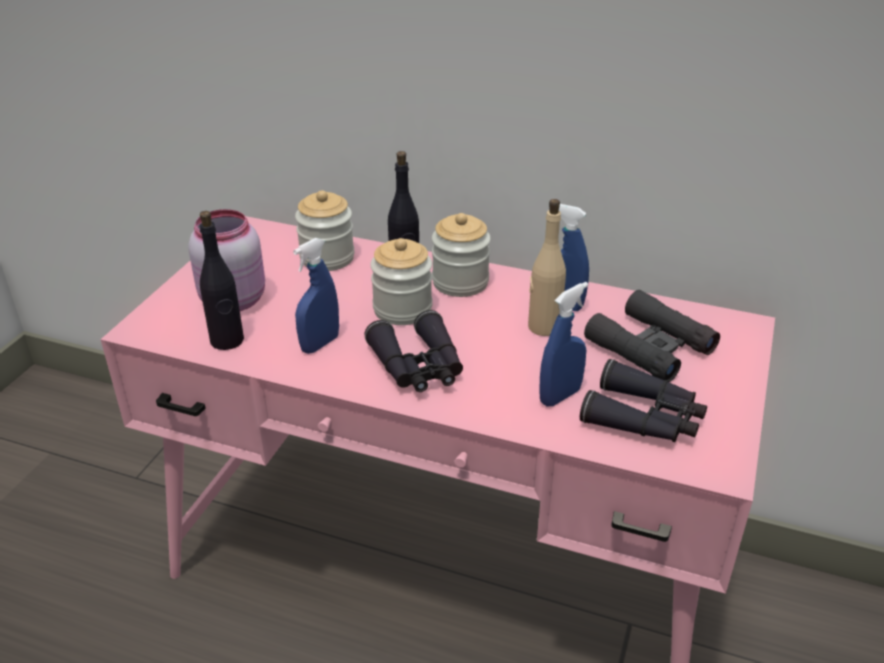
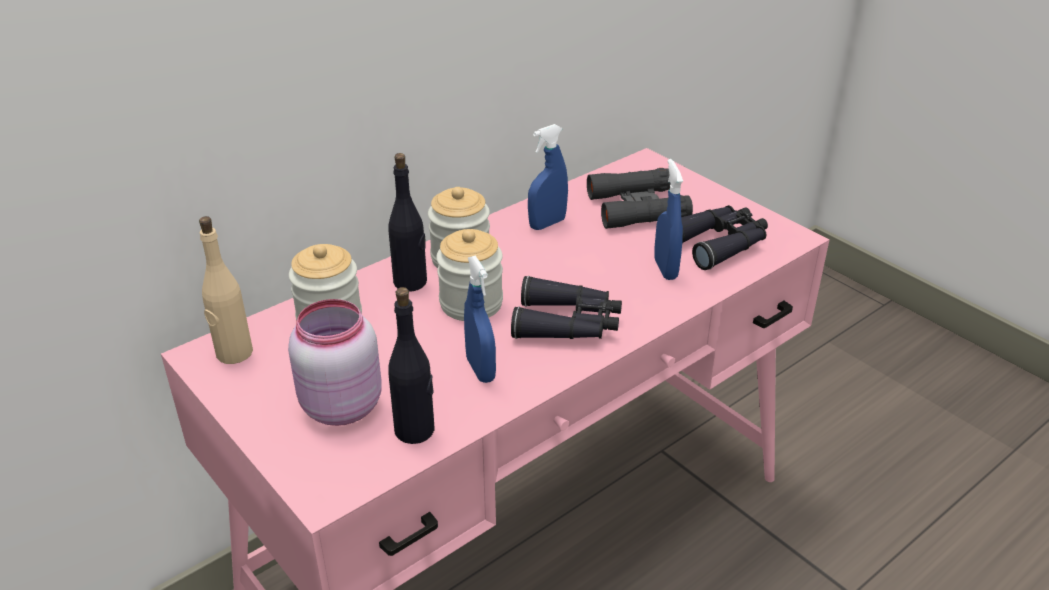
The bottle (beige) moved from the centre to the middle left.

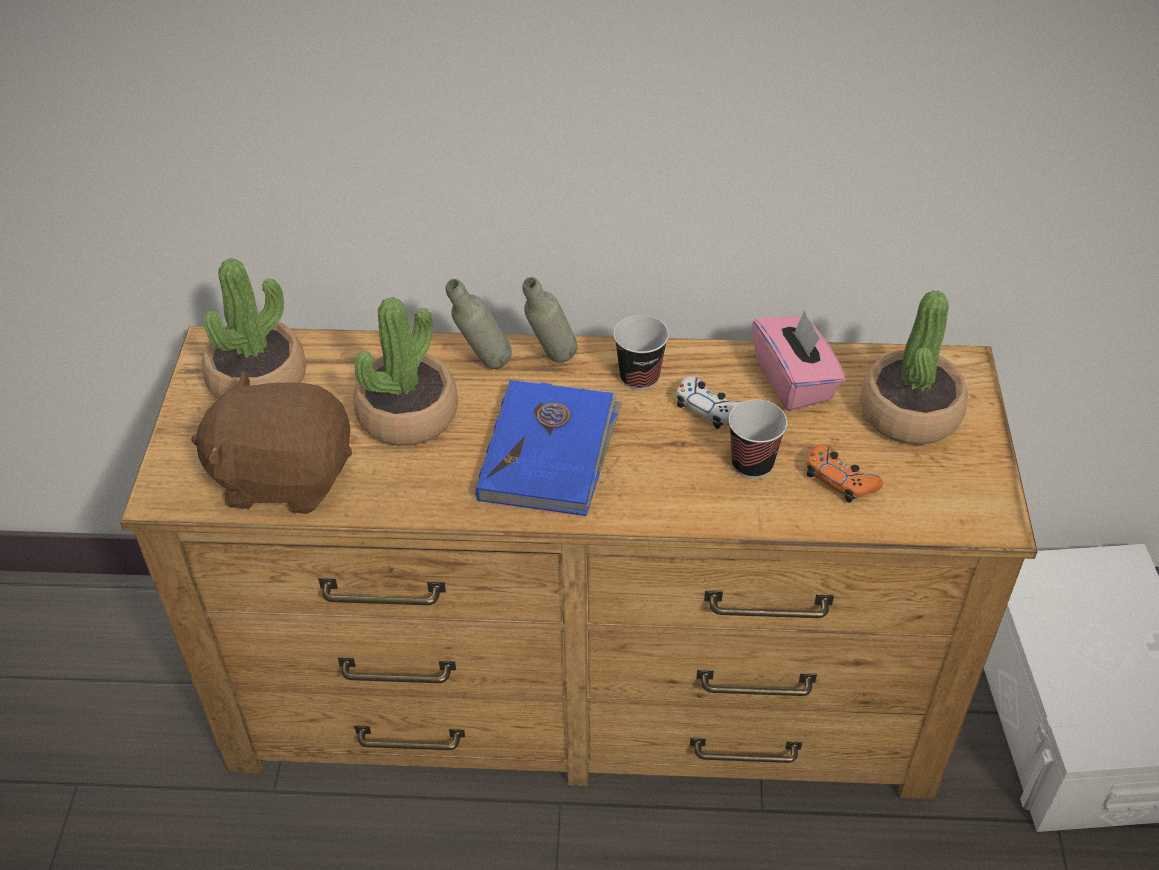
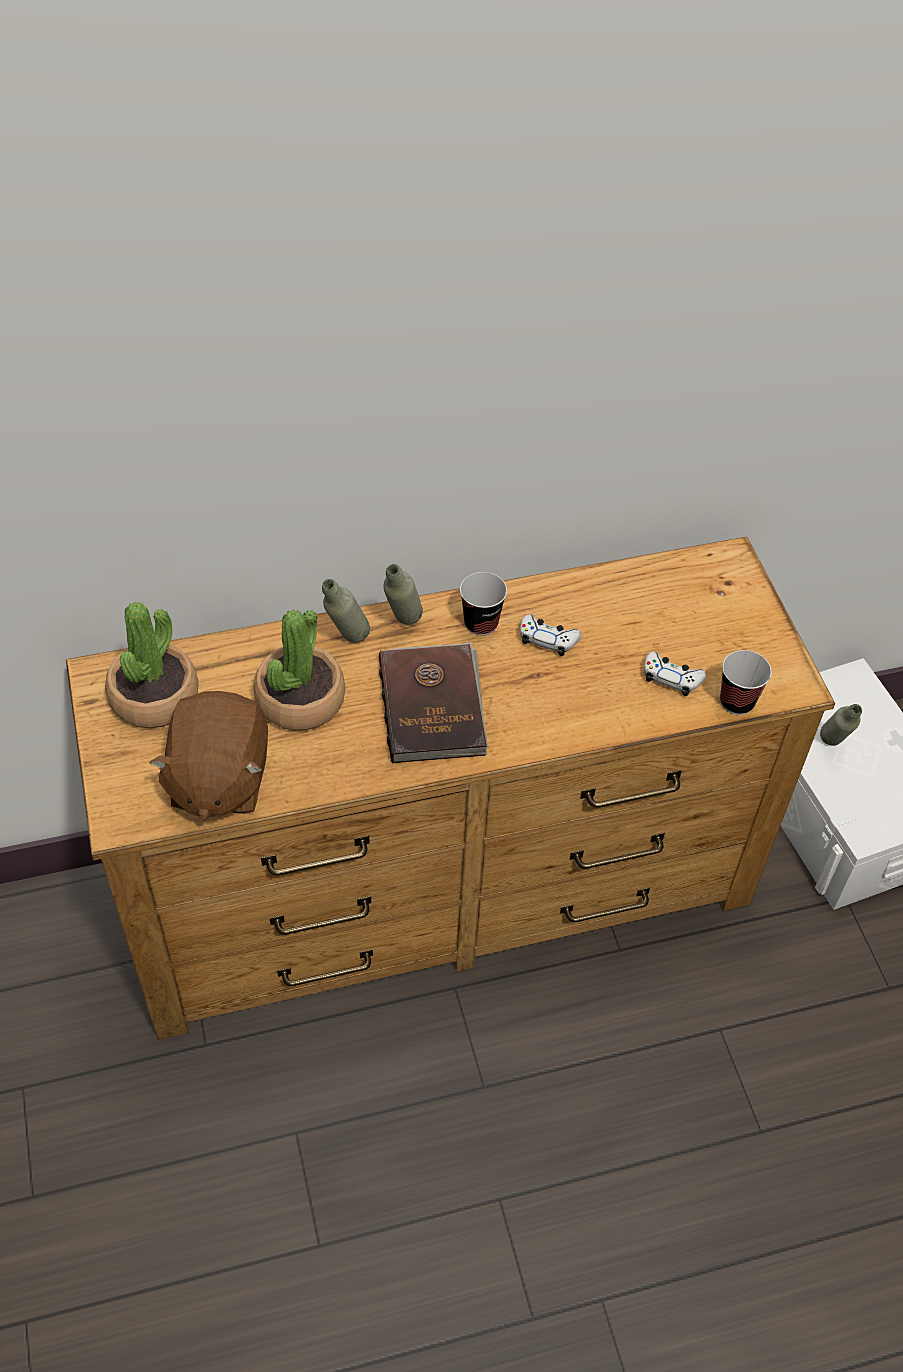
The box of tissues (pink) at the middle right disappeared.
The plant in a pot (no. 3 from left) at the middle right disappeared.
The bottle (grey) (no. 3 from left) at the middle right appeared.
The drinking cup (no. 2 from left) moved from the centre to the middle right.
The book (blue) at the centre became the book (brown-coloured) at the centre.
The gamepad (orange-coloured) at the middle right became the gamepad (whitish) (no. 2 from left) at the middle right.
The soft toy (brown-coloured) at the middle left turned 75 degrees counterclockwise.

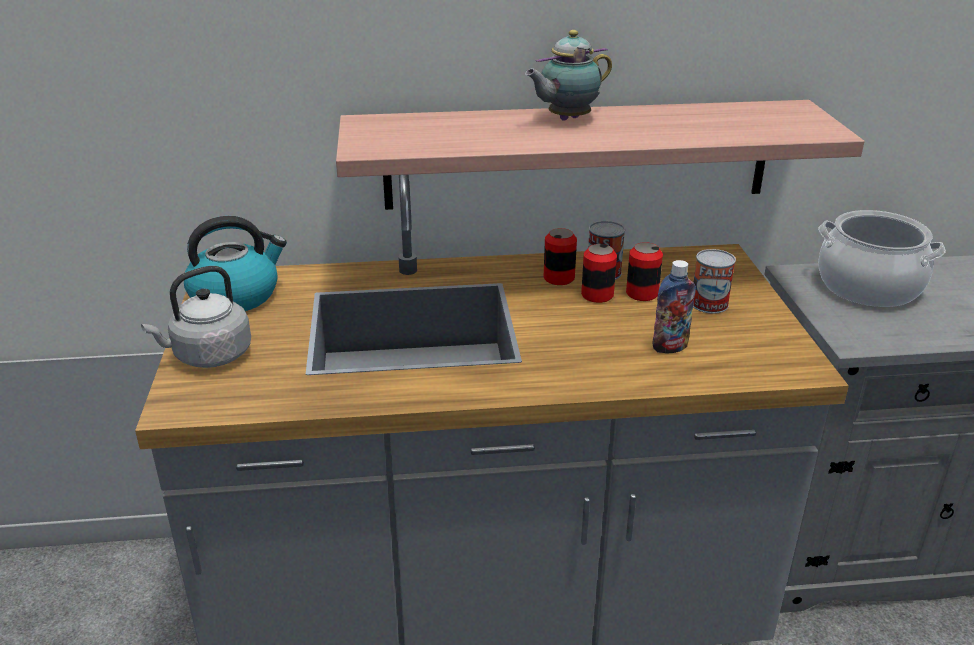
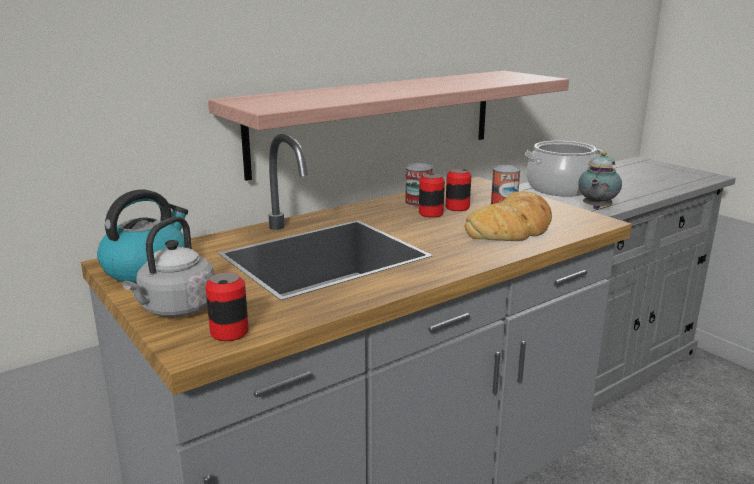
The teapot moved from the top centre to the middle right.
The sealed can (no. 1 from left) moved from the centre to the middle left.
The bottle at the middle right was replaced by the bread at the middle right.

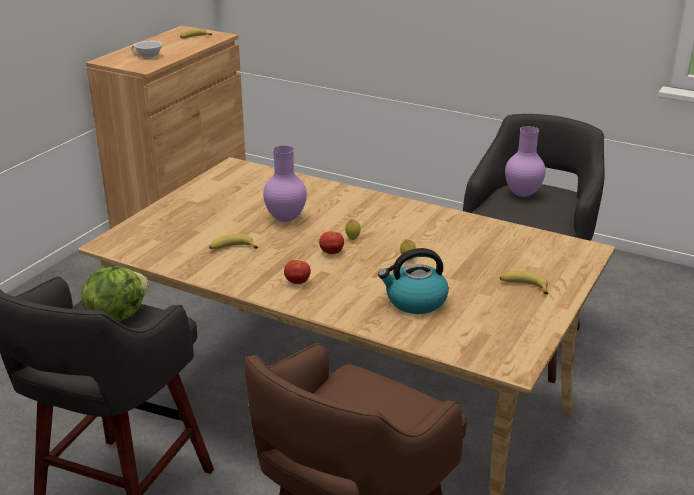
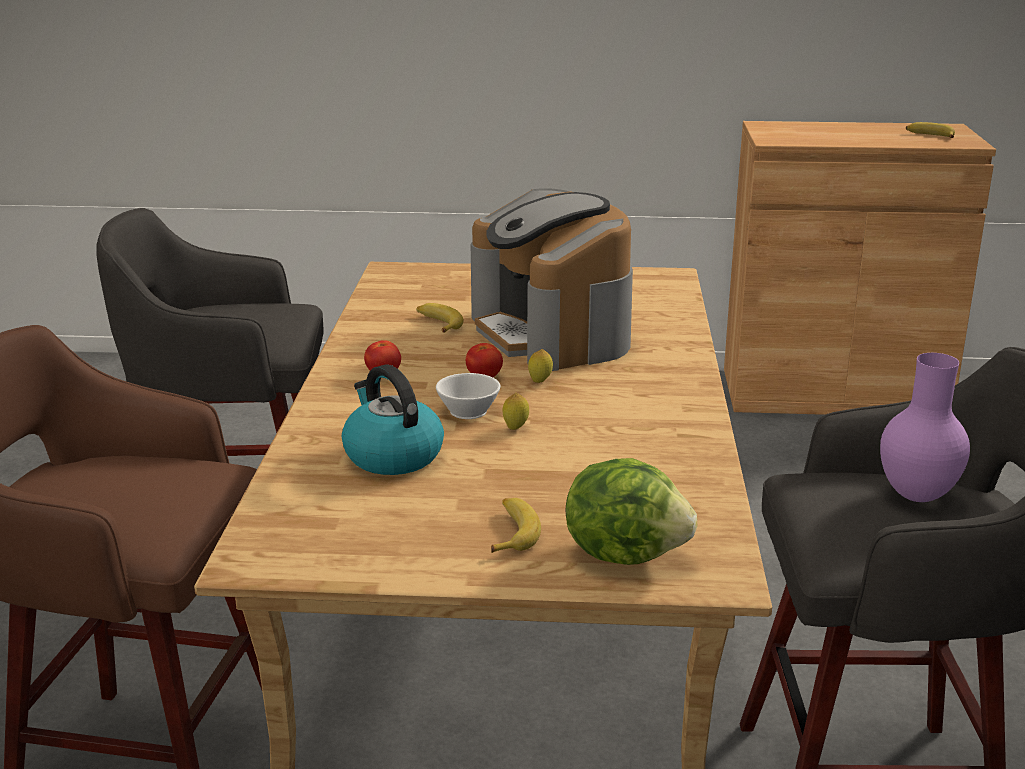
The lettuce head moved from the middle left to the centre.
The drinking cup (whitish) moved from the top left to the centre.
The flower vase (purple-coloured) (no. 1 from left) at the centre was replaced by the coffee machine at the centre.

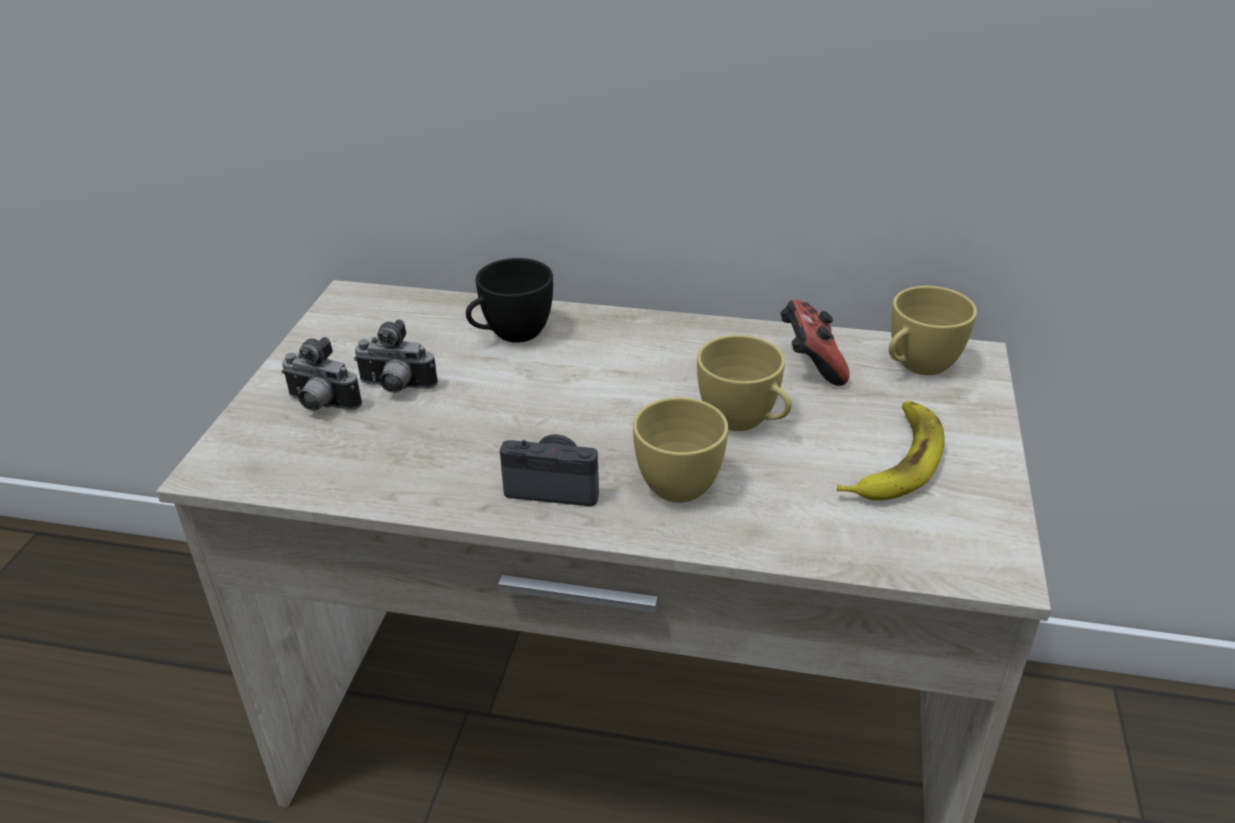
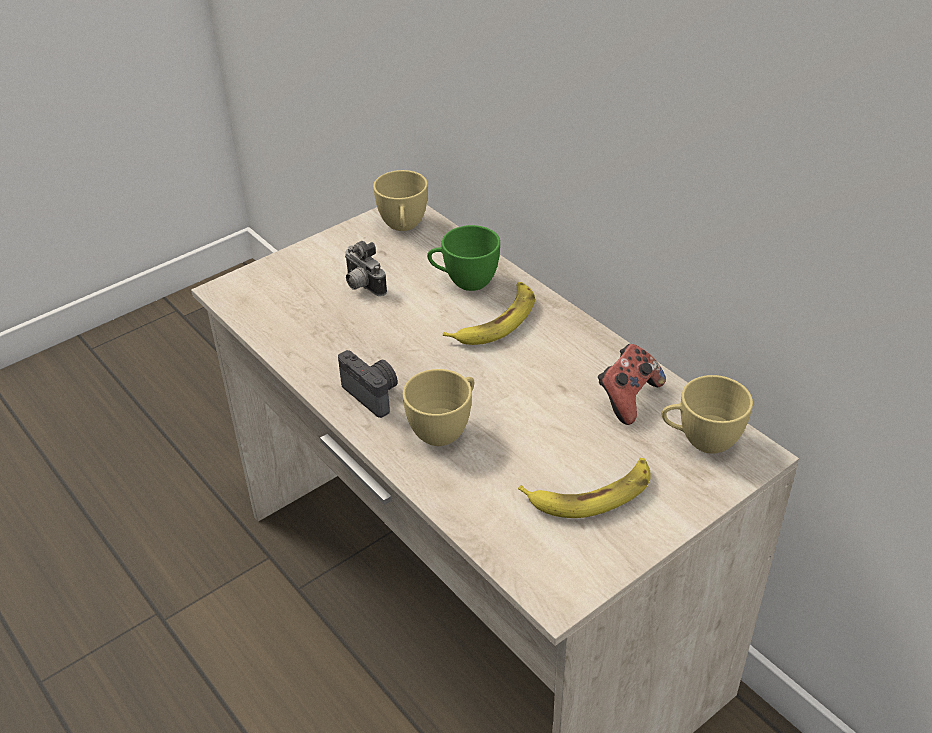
The photo camera (no. 1 from left) at the middle left disappeared.
The banana fruit (no. 1 from left) at the centre appeared.
The drinking cup (yellow-coloured) (no. 2 from left in the first image) moved from the centre to the top centre.
The drinking cup (black-coloured) at the centre became the drinking cup (green-coloured) at the centre.

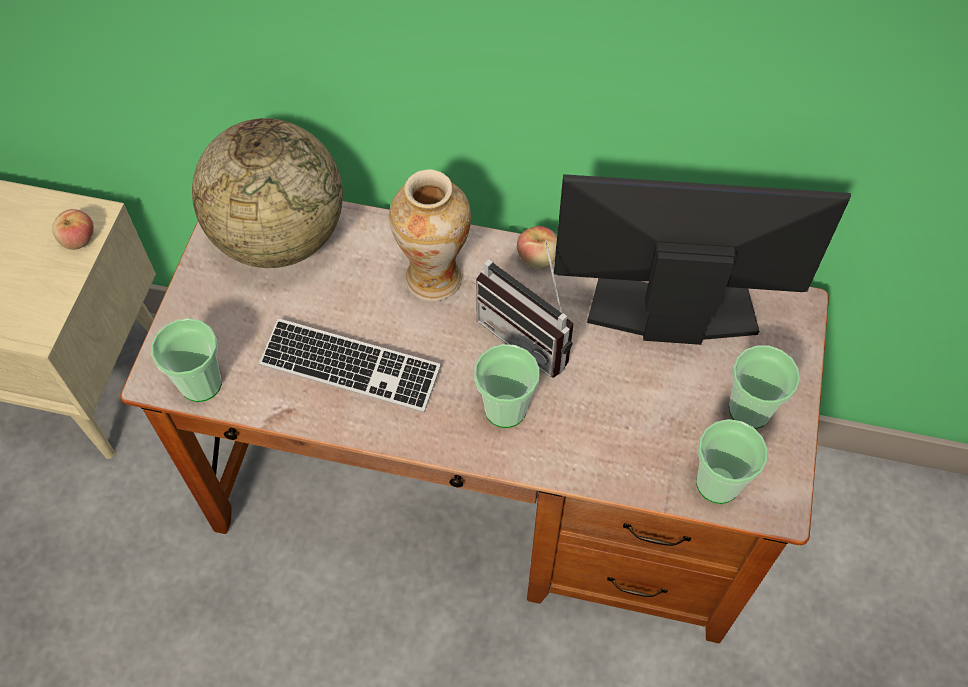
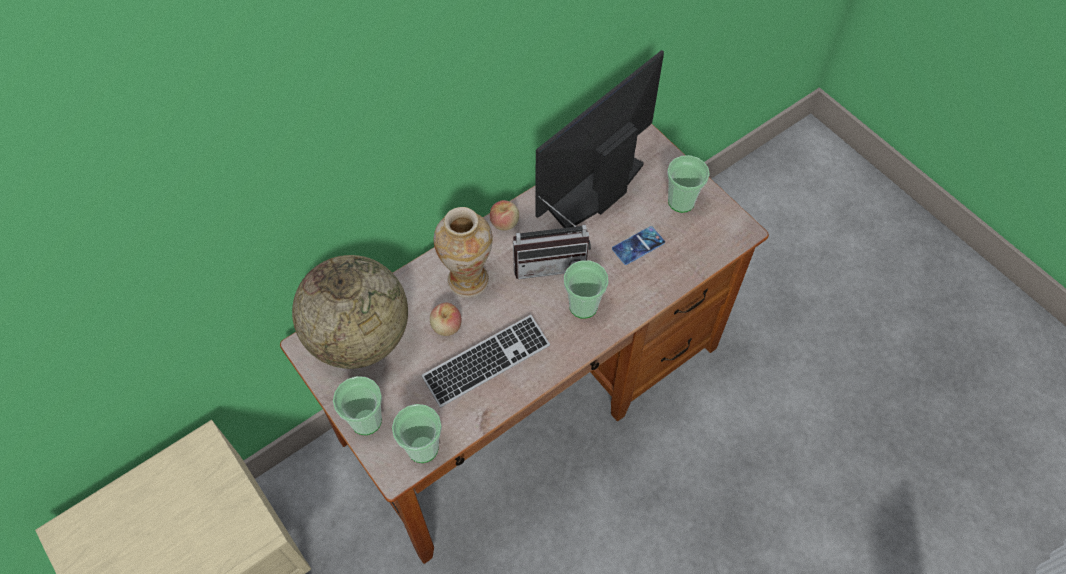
The telephone at the centre appeared.
The apple fruit (no. 1 from left) moved from the middle left to the centre.
The drinking cup (no. 3 from left in the first image) moved from the bottom right to the bottom centre.

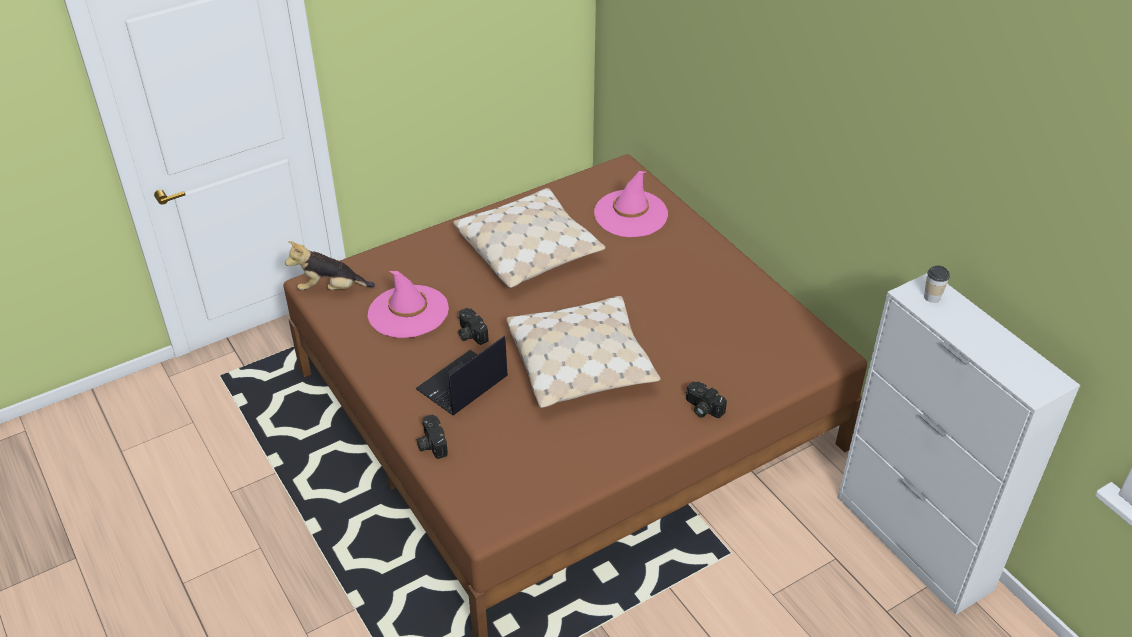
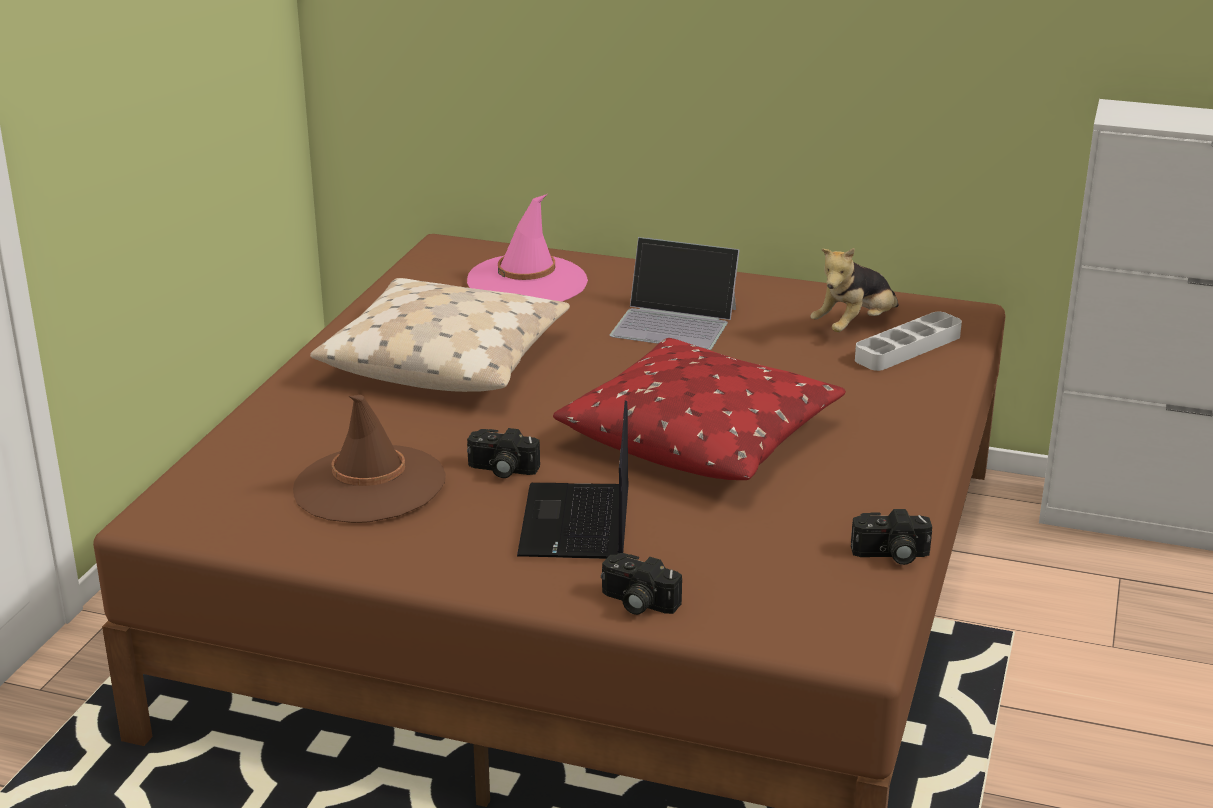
The drinking cup at the middle right disappeared.
The portable computer (no. 2 from left) at the centre appeared.
The tray (grey) at the middle right appeared.
The soft toy moved from the middle left to the middle right.
The photo camera (no. 3 from left) moved from the centre to the middle right.
The clothing hat (pink) (no. 1 from left) at the centre became the clothing hat (brown-coloured) at the middle left.
The cushion (beige) (no. 2 from left) at the centre became the cushion (red) at the centre.

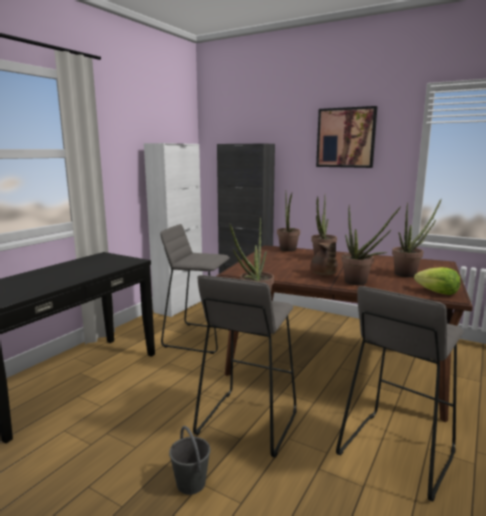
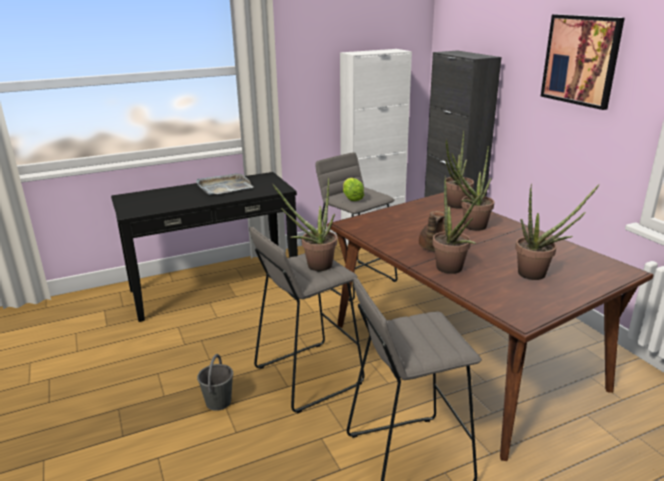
The tray (grey) at the centre appeared.
The lettuce head moved from the middle right to the centre.

